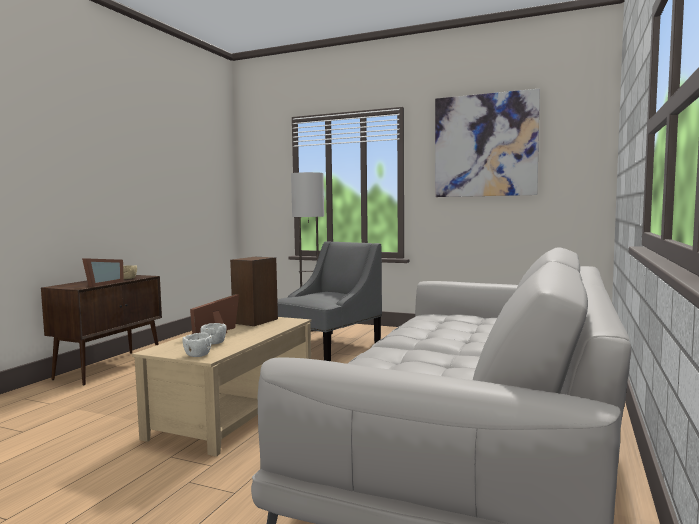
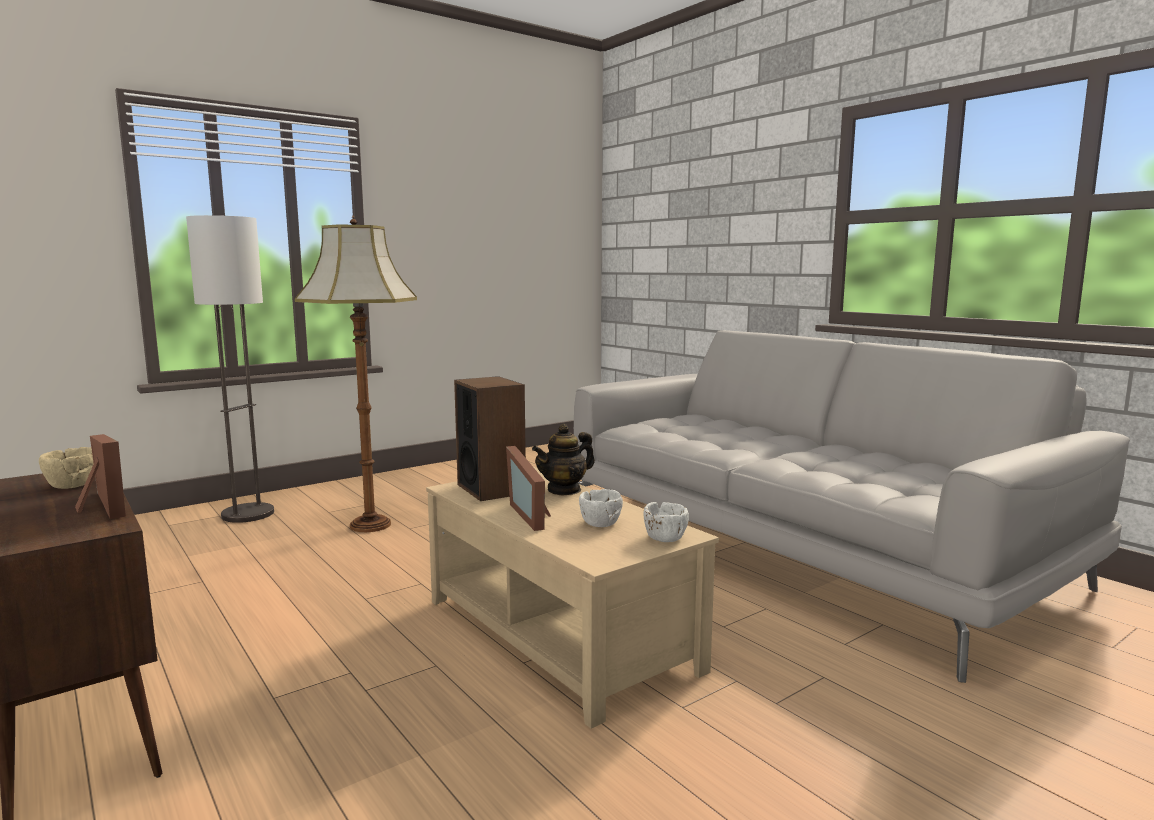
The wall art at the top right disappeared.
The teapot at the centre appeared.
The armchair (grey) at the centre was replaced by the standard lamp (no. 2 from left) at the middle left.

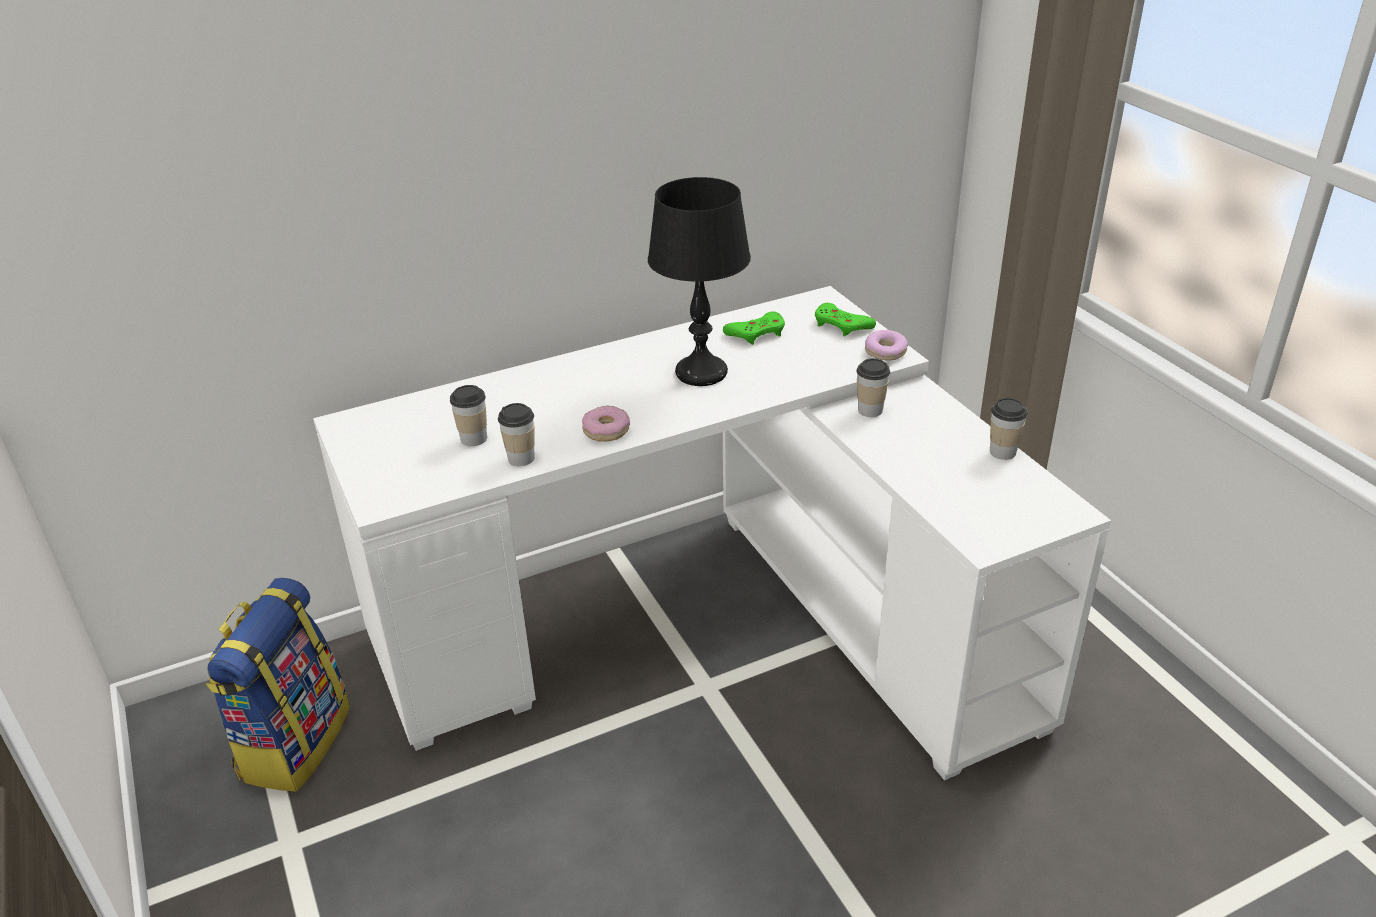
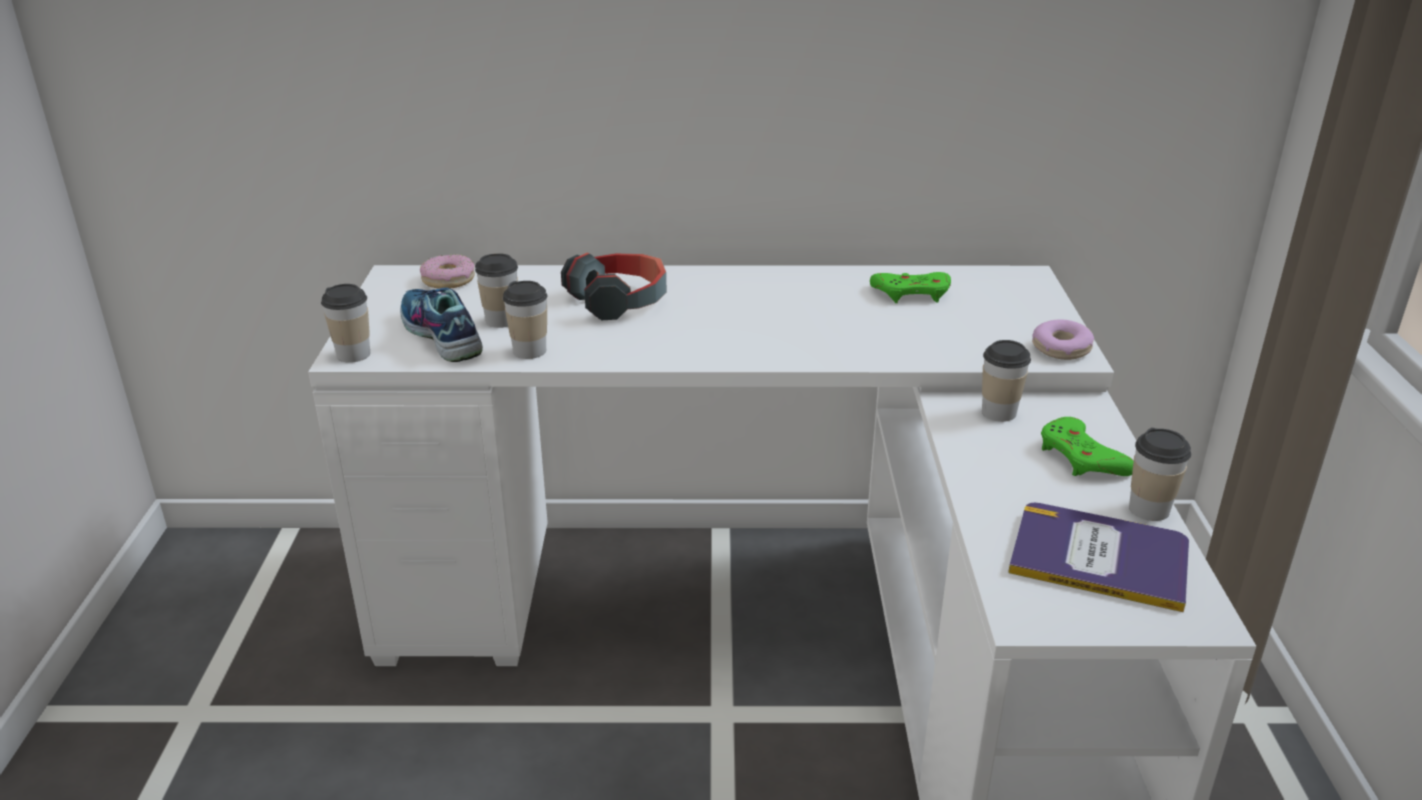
The knapsack at the bottom left disappeared.
The lamp for a table (black-coloured) at the top centre disappeared.
The drinking cup (no. 1 from left) at the middle left appeared.
The item of footwear at the middle left appeared.
The pair of headphones at the centre appeared.
The book at the bottom right appeared.
The donut (no. 1 from left) moved from the centre to the middle left.
The gamepad (green-coloured) (no. 2 from left) moved from the centre to the middle right.

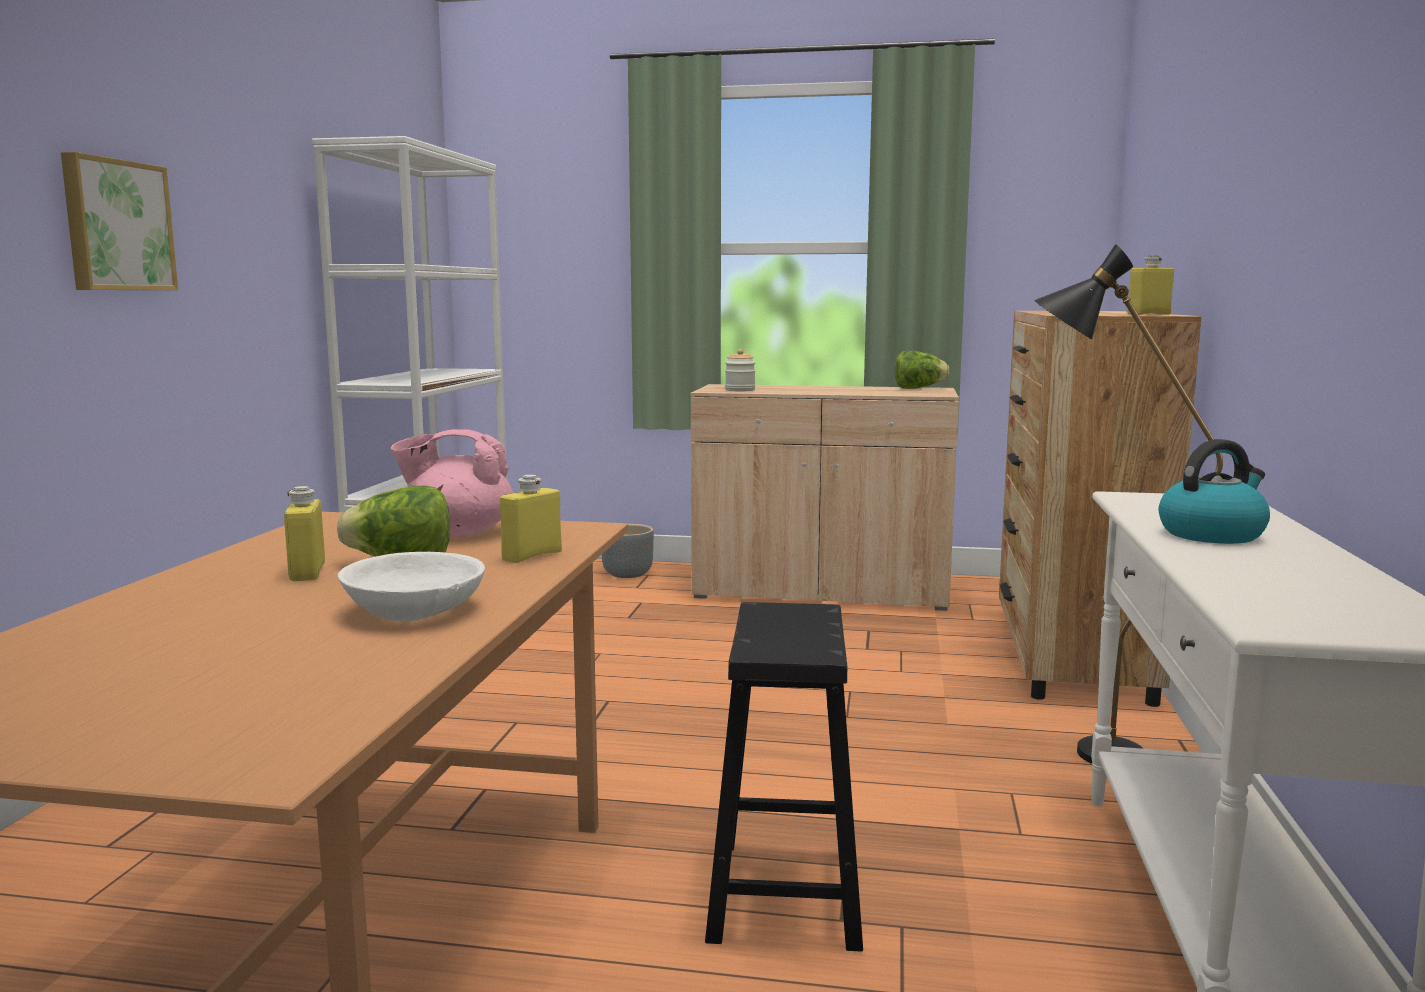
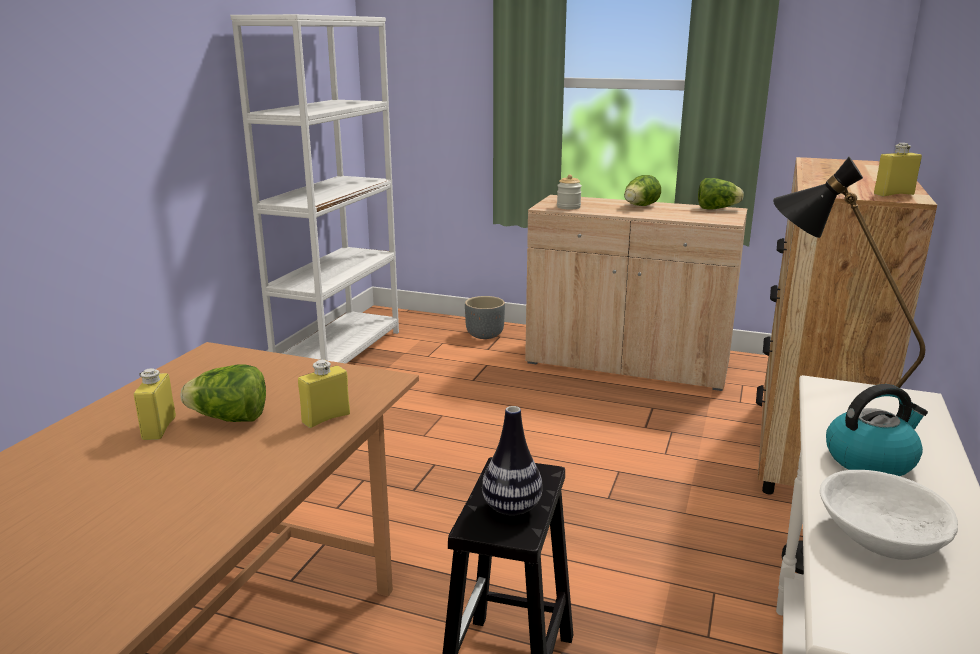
The wall art at the top left disappeared.
The teapot (pink) at the middle left disappeared.
The flower vase at the bottom centre appeared.
The lettuce head (no. 2 from left) at the top centre appeared.
The deep dish (whitish) moved from the middle left to the bottom right.

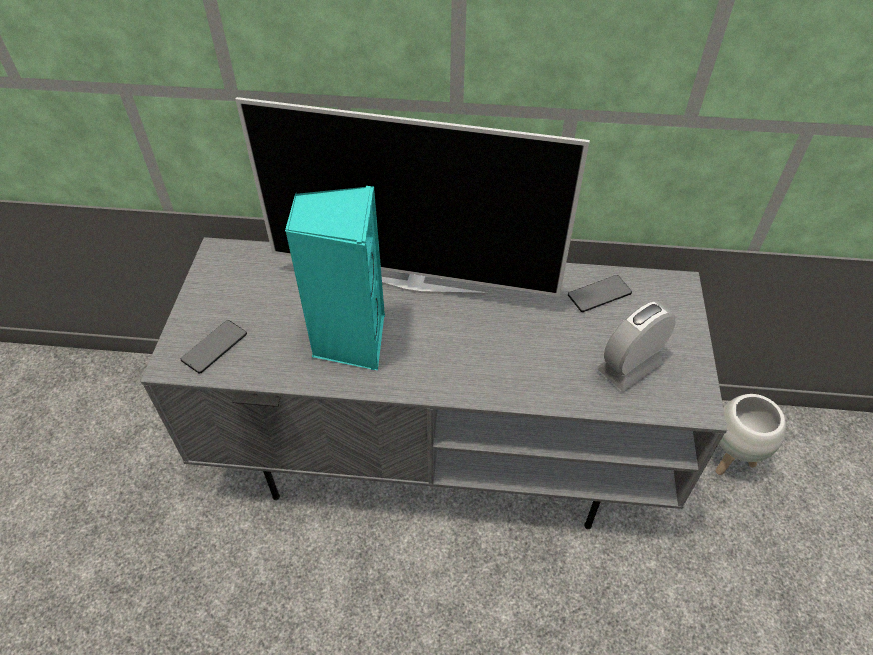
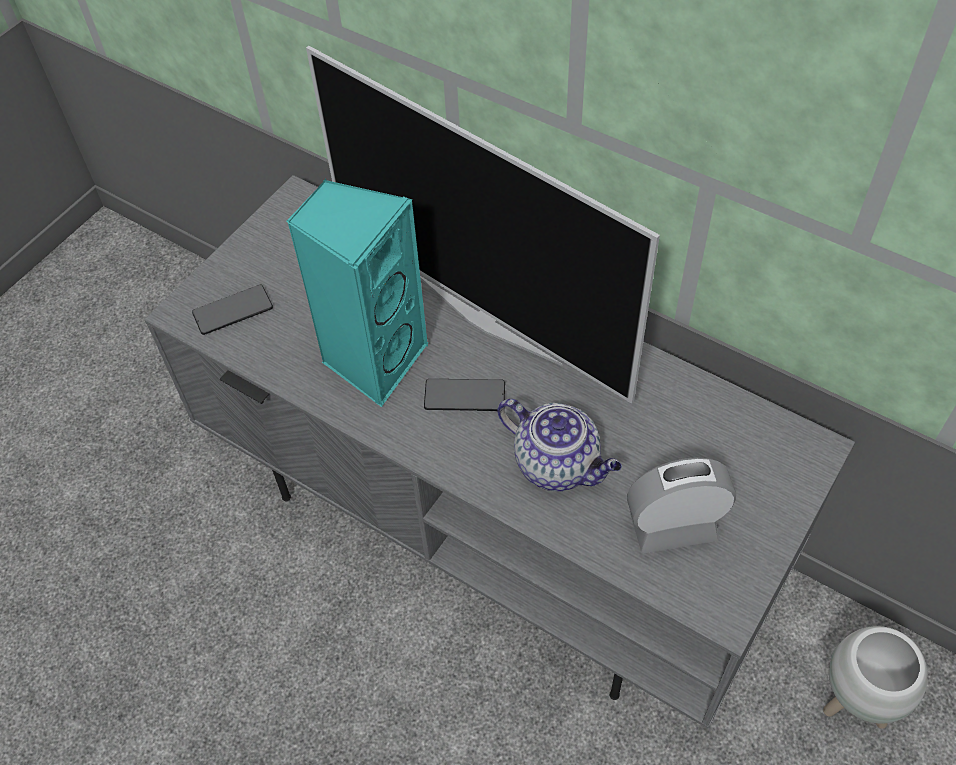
The teapot at the centre appeared.
The telephone (no. 2 from left) moved from the middle right to the centre.

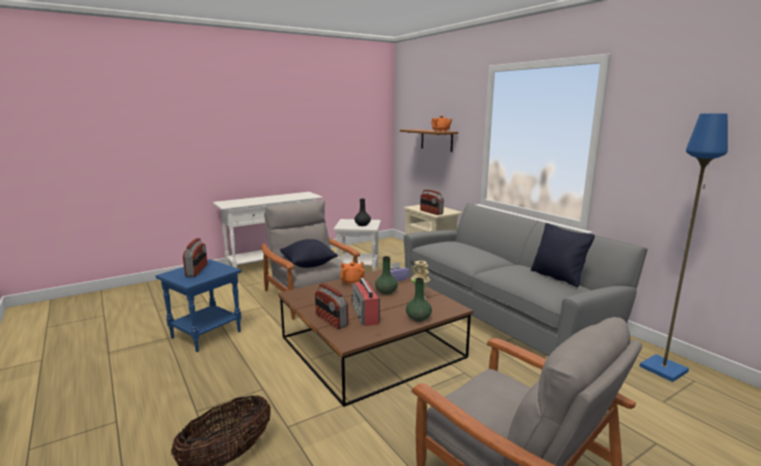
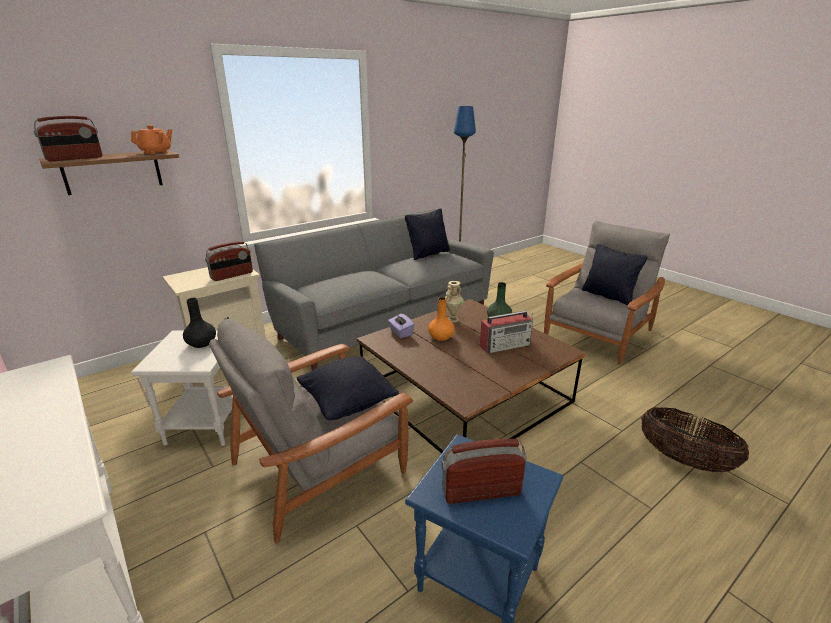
The teapot (orange-coloured) (no. 1 from left) at the centre disappeared.
The cushion (black-coloured) (no. 3 from left) at the middle right appeared.
The radio (no. 2 from left in the first image) moved from the centre to the top left.
The flower vase (green-coloured) (no. 1 from left) at the centre became the flower vase (orange-coloured) at the centre.

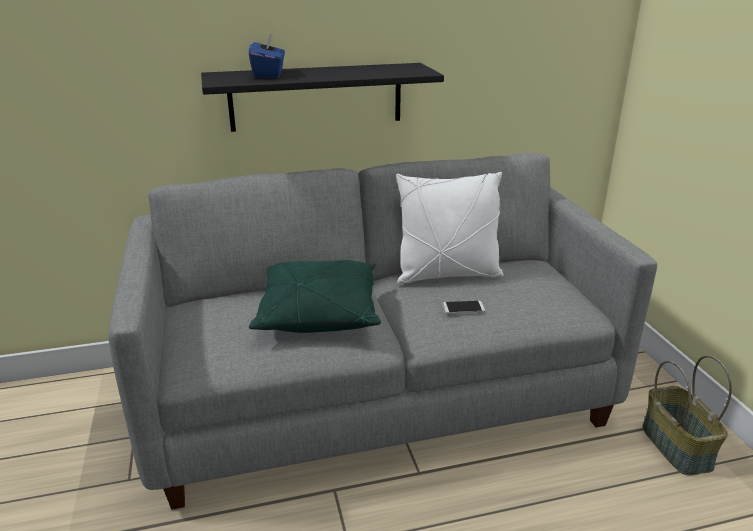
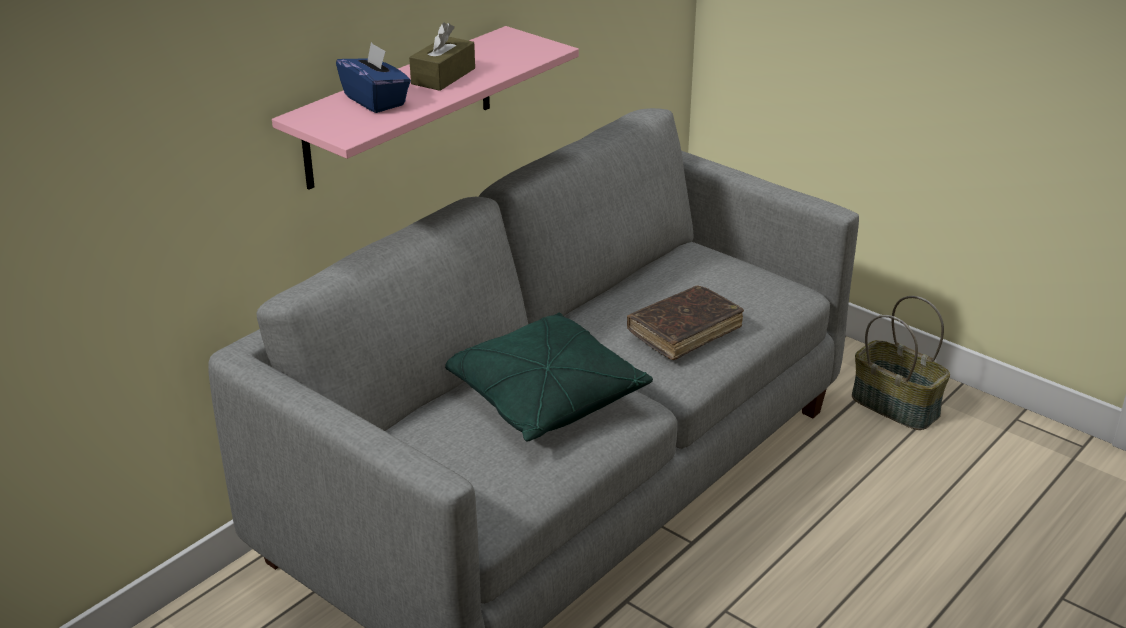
The cushion (whitish) at the centre disappeared.
The box of tissues (brown-coloured) at the top centre appeared.
The telephone at the centre was replaced by the book (brown-coloured) at the centre.
The shelf (black-coloured) at the top centre became the shelf (pink) at the top centre.

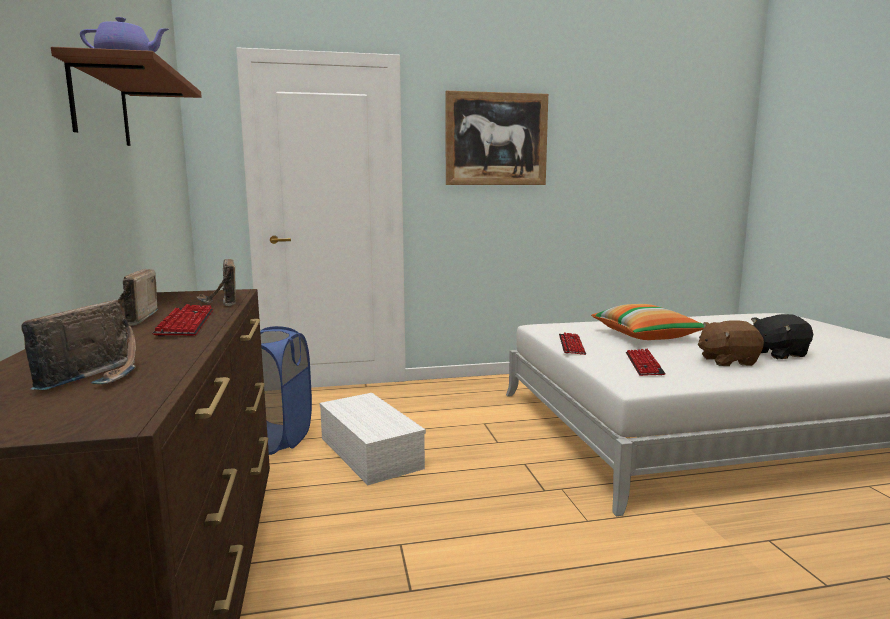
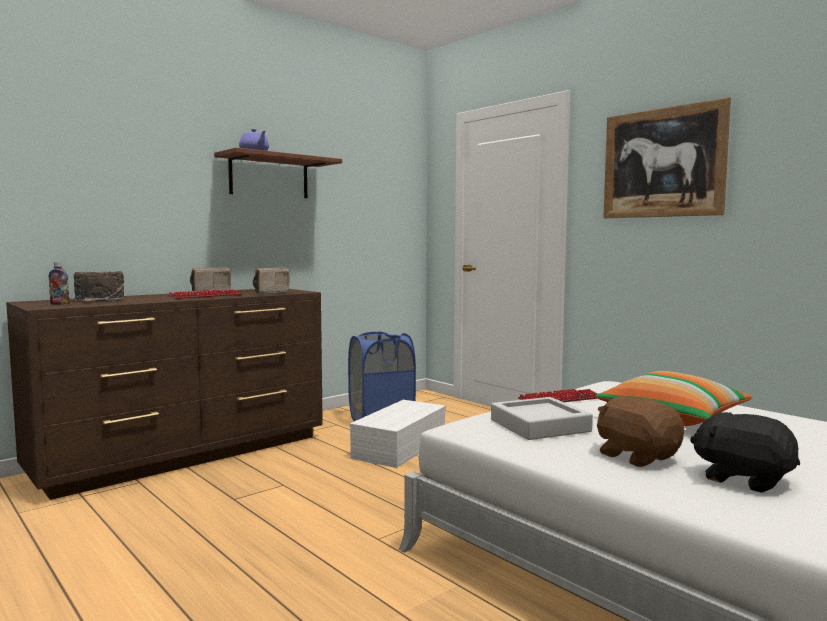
The bottle at the middle left appeared.
The PC keyboard (no. 3 from left) at the middle right was replaced by the tray (grey) at the bottom centre.

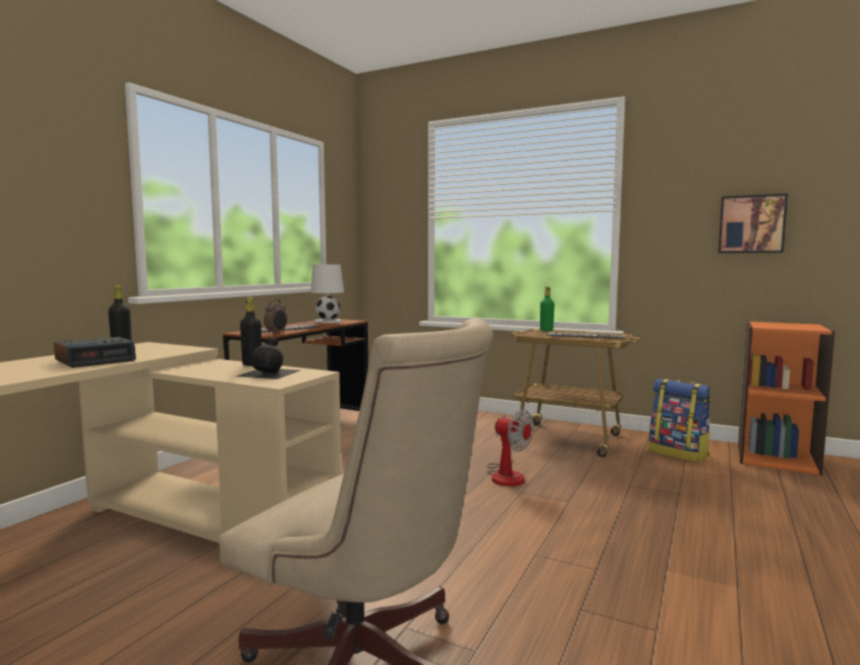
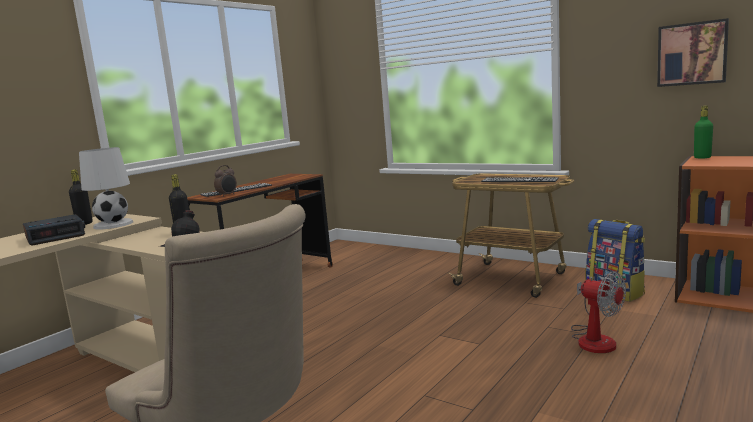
The lamp for a table (whitish) moved from the centre to the middle left.
The electric fan moved from the bottom centre to the bottom right.
The bottle (green-coloured) moved from the centre to the top right.

